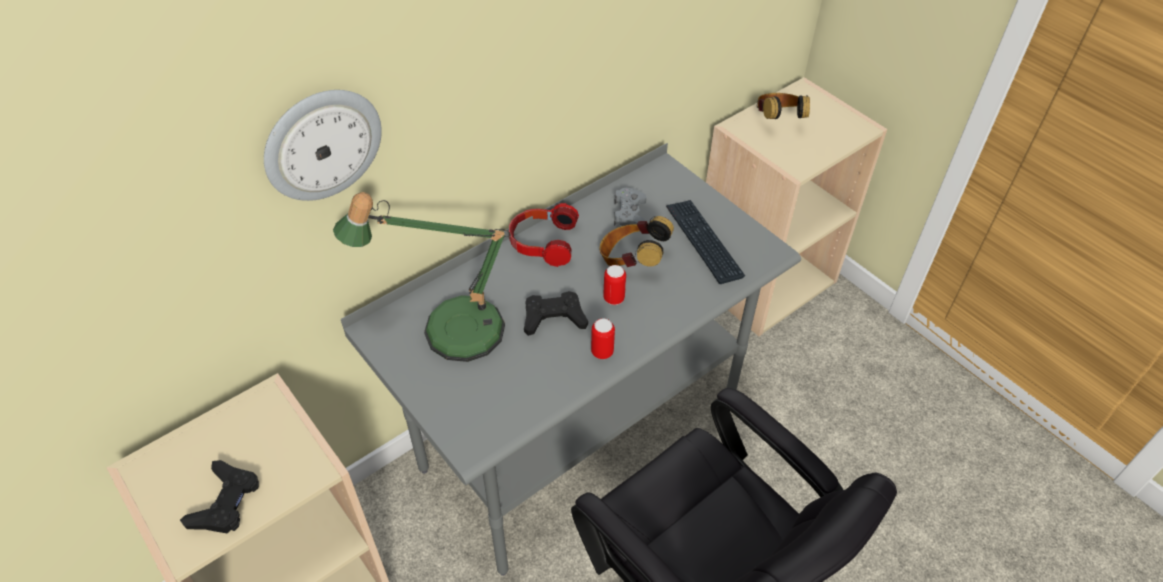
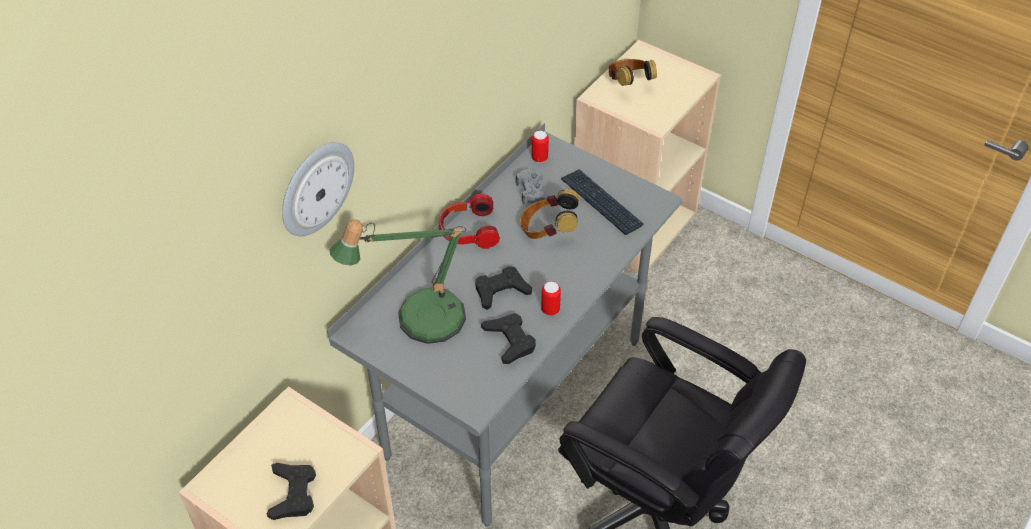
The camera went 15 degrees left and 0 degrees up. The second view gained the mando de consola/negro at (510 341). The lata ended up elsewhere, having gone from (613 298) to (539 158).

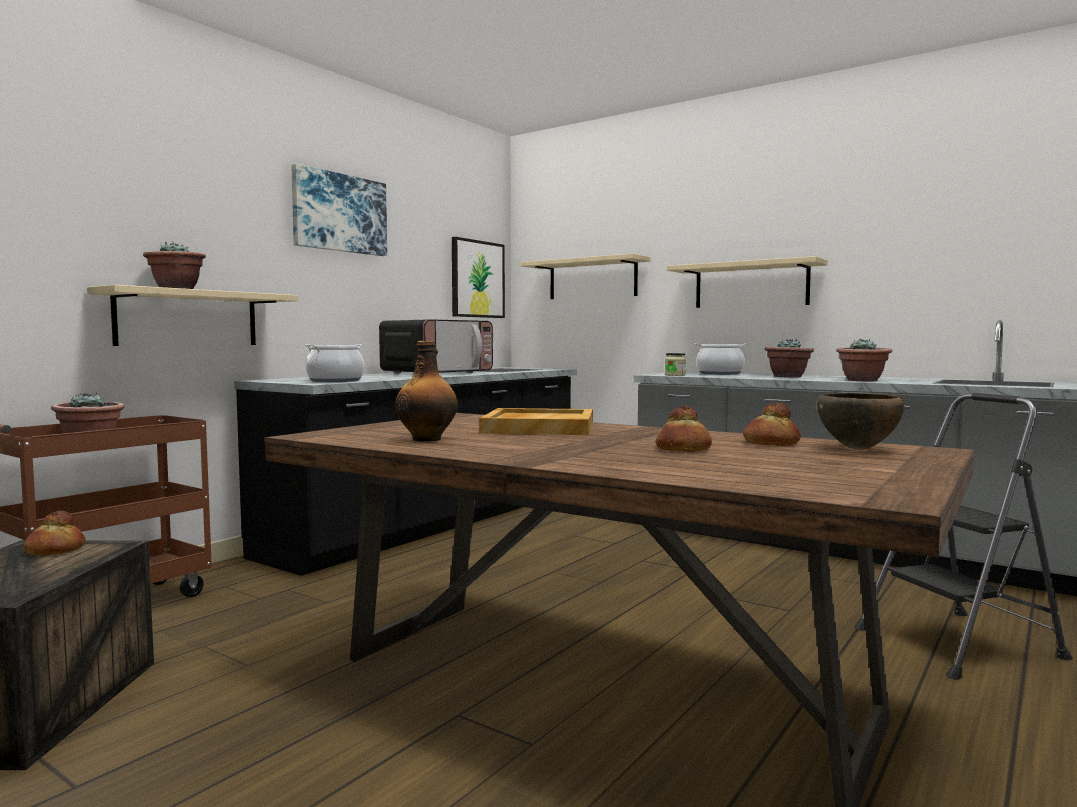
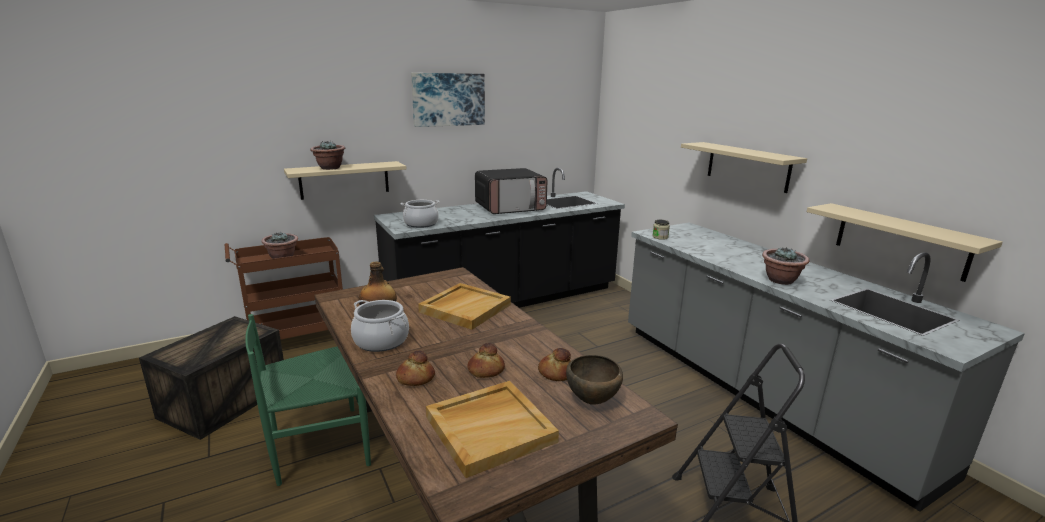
The camera went 25 degrees right and 15 degrees up. The second view gained the silla/verde at (318 447). The olla ended up elsewhere, having gone from (720 373) to (381 341). The pan ended up elsewhere, having gone from (54 550) to (415 378). The second view gained the bandeja/beis at (490 428). The estante/beis ended up elsewhere, having gone from (592 279) to (900 240). The second view lost the cuadro at (477 279). The second view lost the planta en maceta at (788 377).

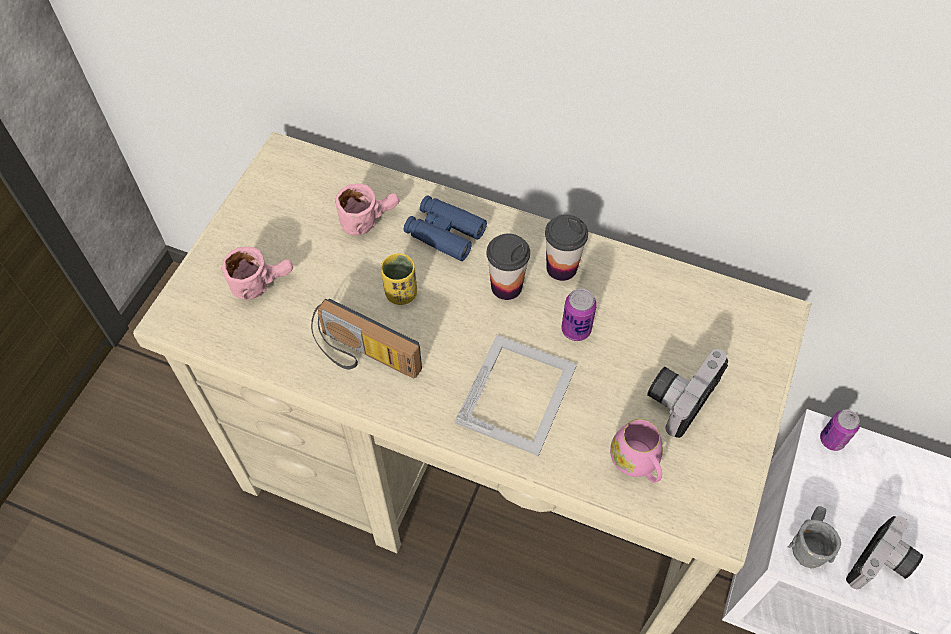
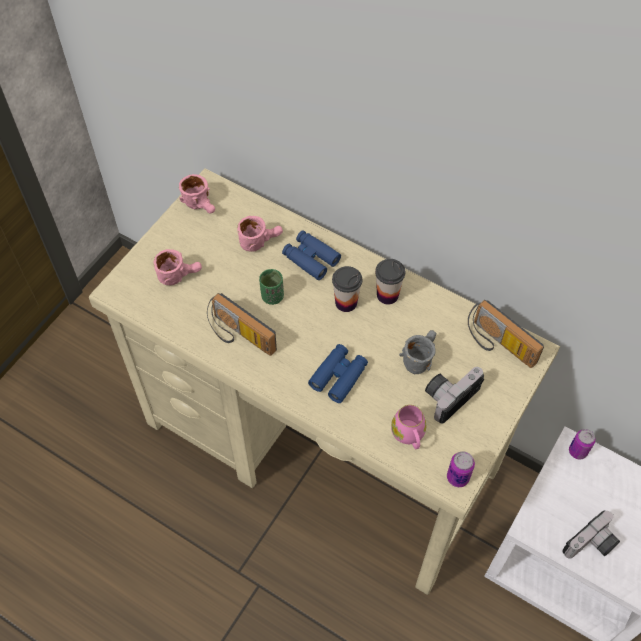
The camera went 10 degrees right and 0 degrees up. The second view gained the taza grande/rosa at (202 205). What was the taza/amarillo at (401 293) turned into the taza/verde at (272 296). Where the portarretratos stood at (518 393), the prismáticos/azul came to stand at (338 376). The taza grande/gris ended up elsewhere, having gone from (807 540) to (419 356). The lata ended up elsewhere, having gone from (576 330) to (457 477). The second view gained the radio at (498 345).

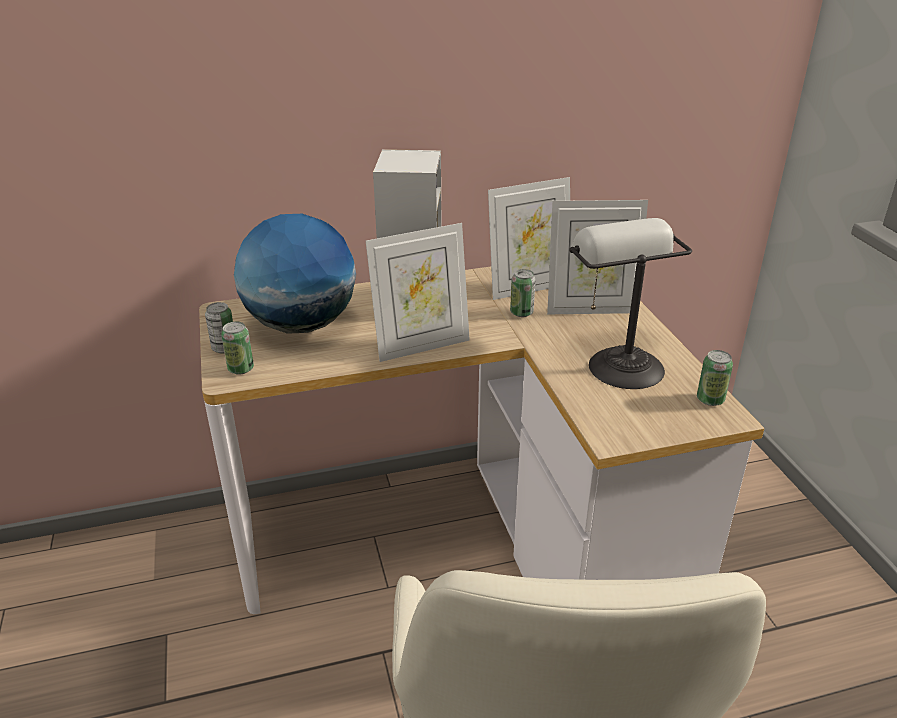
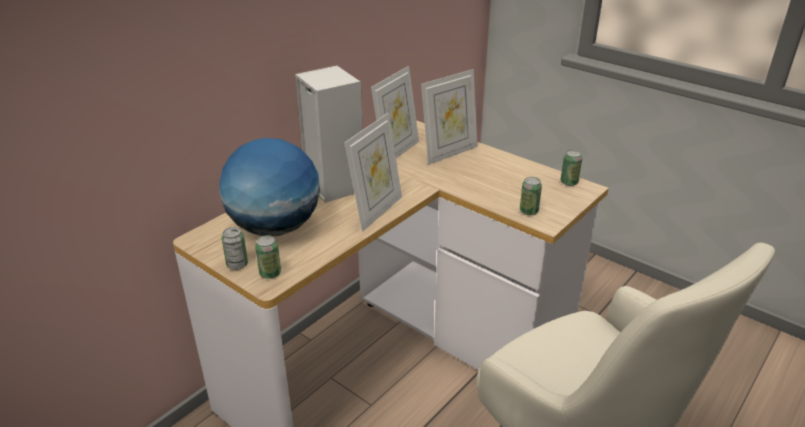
The camera went 35 degrees left and 0 degrees up. The lata ended up elsewhere, having gone from (521 312) to (528 211). The second view lost the lámpara de mesa at (616 359).

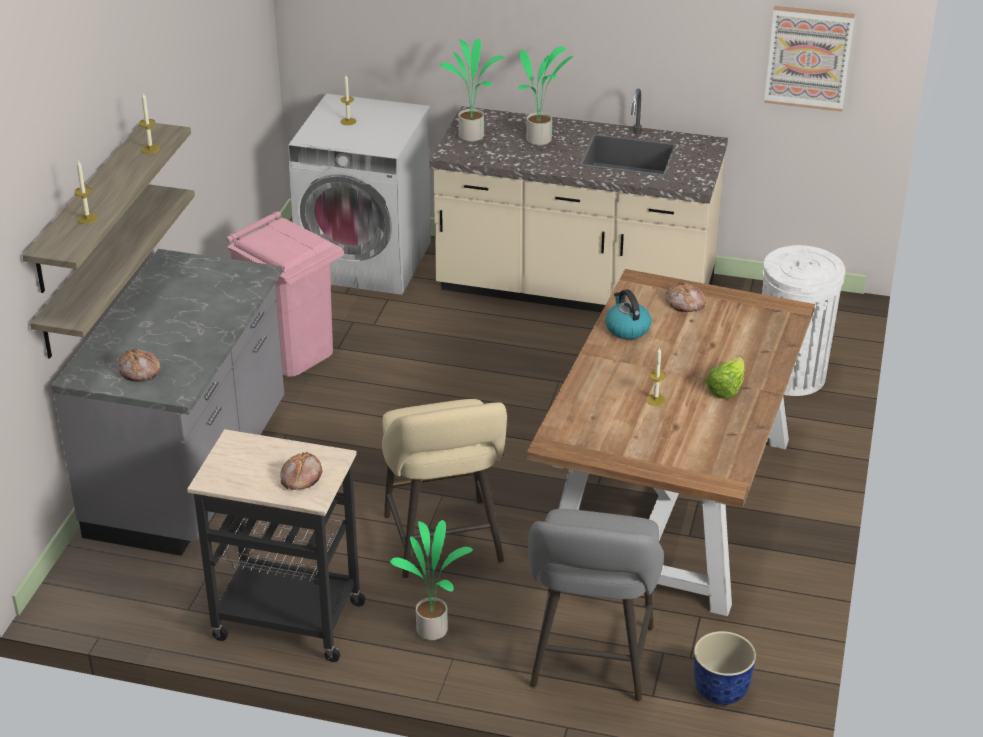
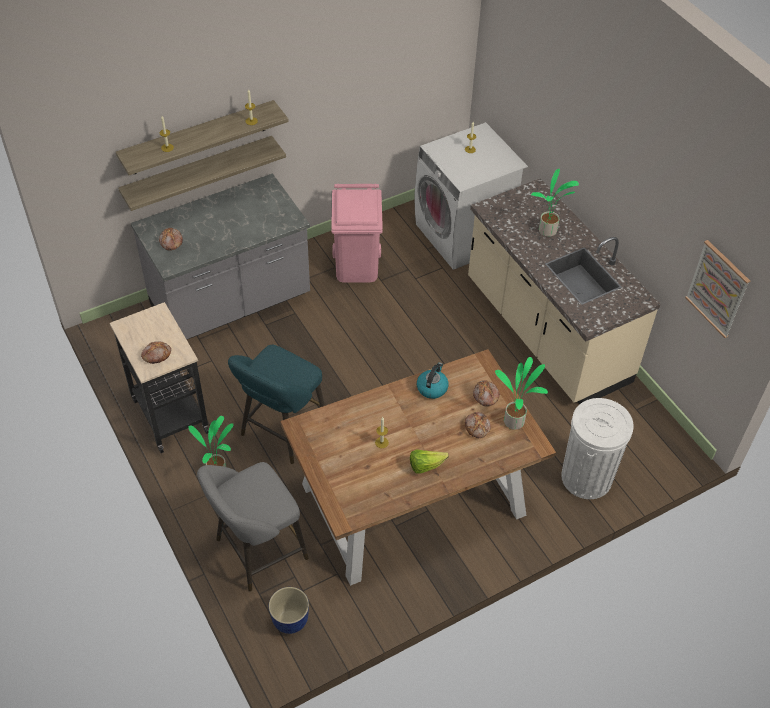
The camera went 45 degrees right and 15 degrees up. What was the taburete/beis at (444 544) turned into the taburete/turquesa at (281 432). The second view gained the pan at (477 427). The planta en maceta ended up elsewhere, having gone from (472 135) to (515 421).

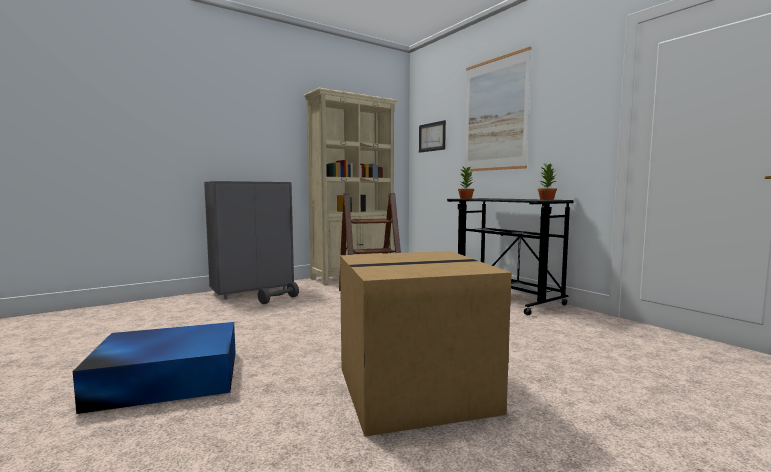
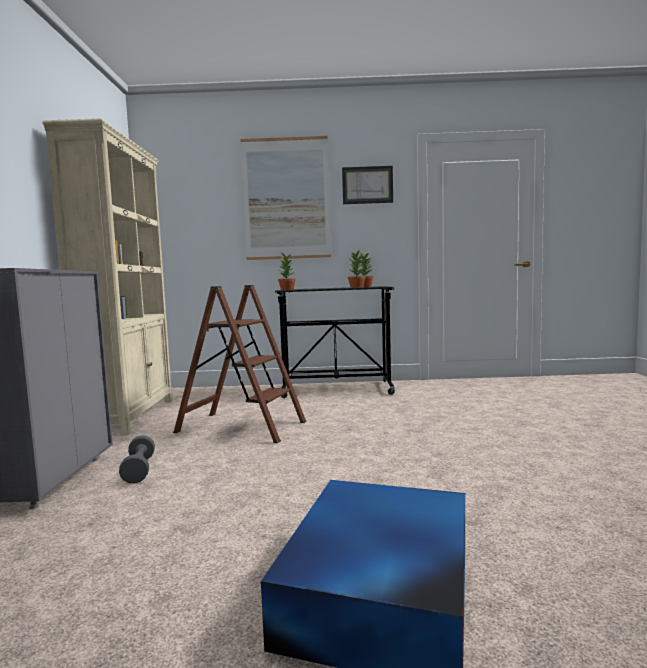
The camera went 55 degrees left and 0 degrees up. The cuadro ended up elsewhere, having gone from (432 137) to (367 185). The second view gained the planta en maceta at (356 287). The second view lost the caja de cartón at (416 388).

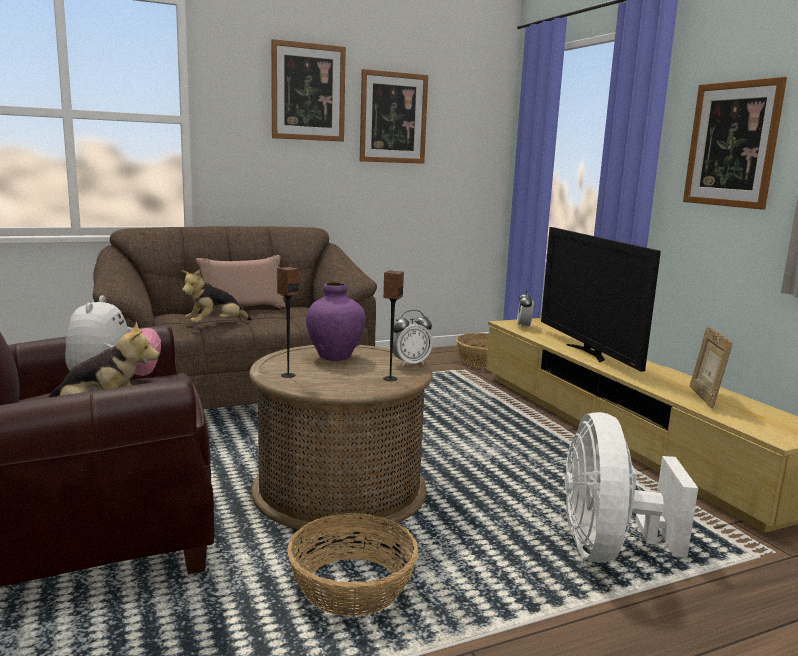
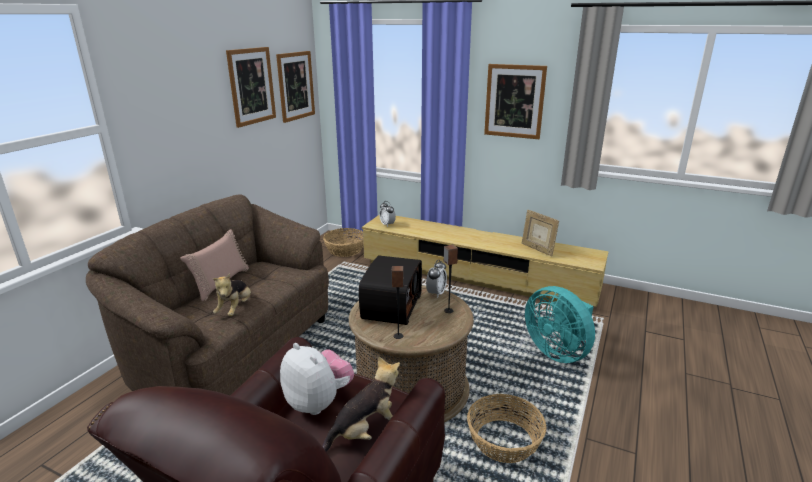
The camera went 40 degrees left and 10 degrees up. The cuadro ended up elsewhere, having gone from (308 92) to (295 86). Where the florero/morado stood at (335 356), the radio came to stand at (390 306). What was the ventilador/blanco at (607 549) turned into the ventilador/turquesa at (558 351). The second view lost the televisor at (588 353).

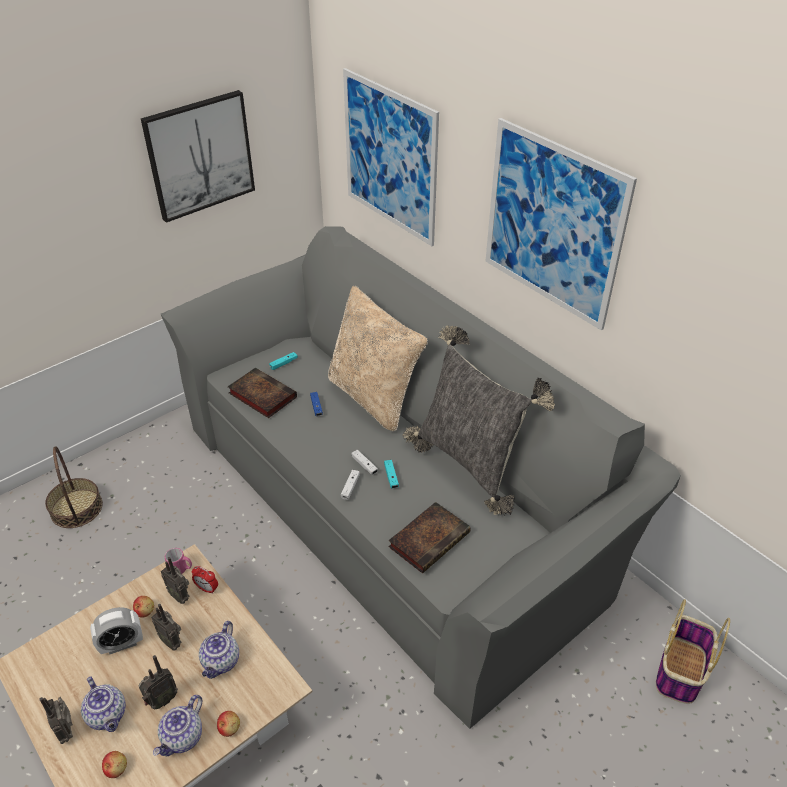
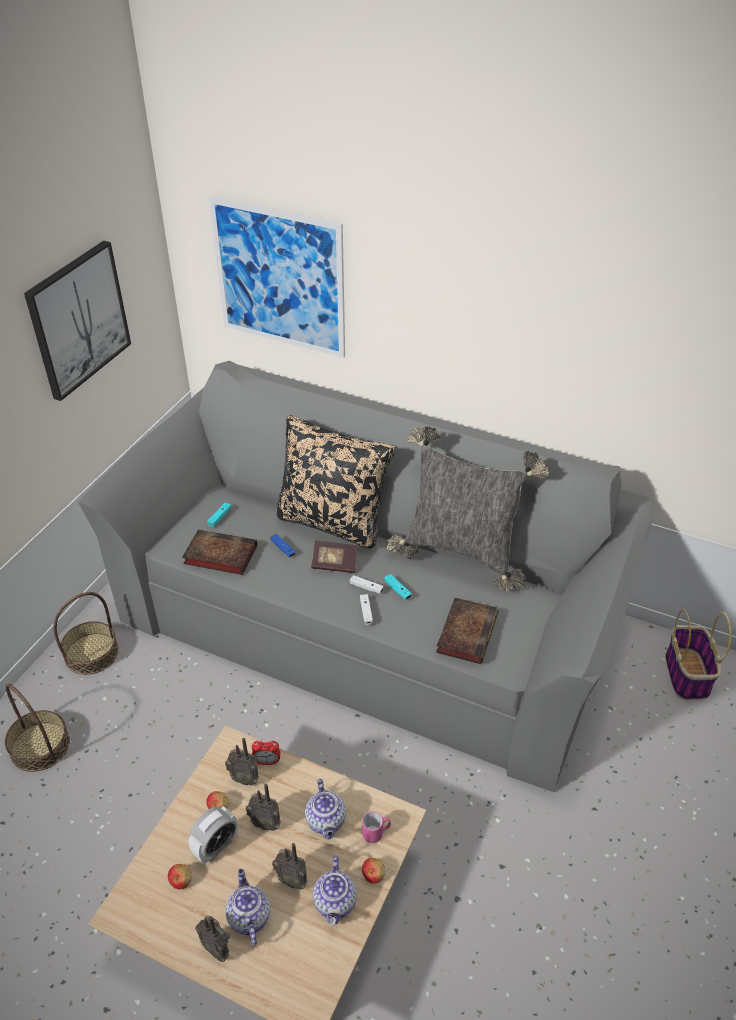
The camera went 25 degrees left and 0 degrees up. The second view gained the cesta at (91 653). The manzana ended up elsewhere, having gone from (116 768) to (181 880). The tetera at (108 715) ended up facing another way, 135 degrees counterclockwise from before. The radio at (161 700) ended up facing another way, 90 degrees clockwise from before. What was the cojín/beis at (373 400) turned into the cojín/negro at (332 525). The second view gained the libro at (334 564). The taza grande/rosa ended up elsewhere, having gone from (181 569) to (376 833). The second view lost the cuadro at (552 224).

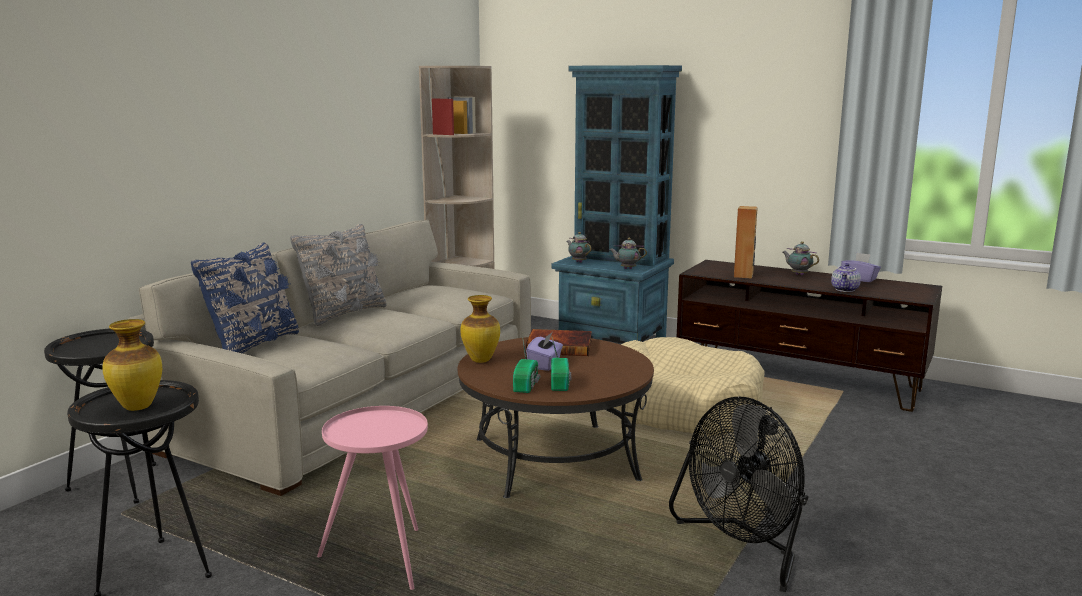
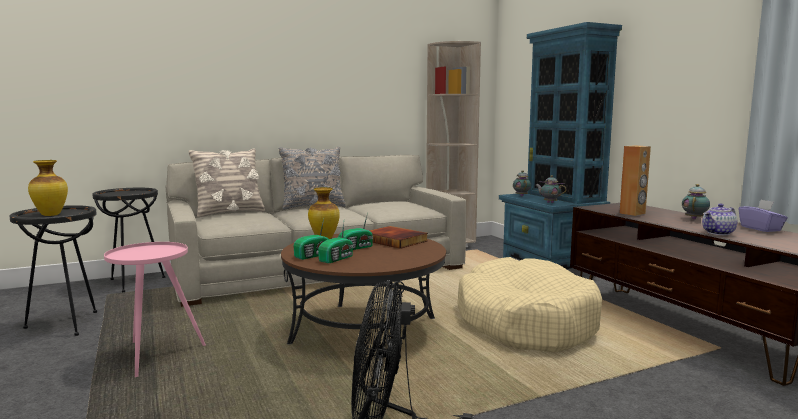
The camera went 35 degrees right and 5 degrees down. What was the cojín/azul at (254 345) turned into the cojín/beis at (229 213). Where the caja de pañuelos/morado stood at (545 365), the radio came to stand at (357 248). The tetera at (798 274) ended up facing another way, 45 degrees clockwise from before.

